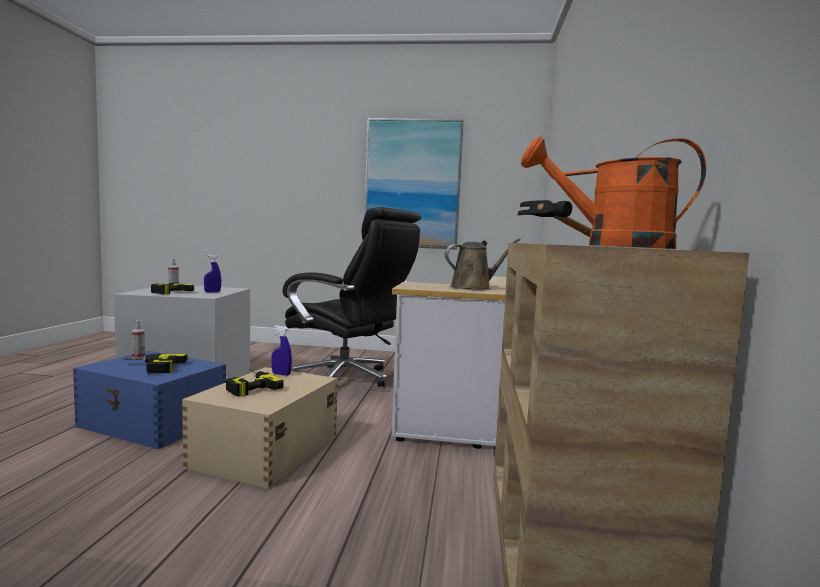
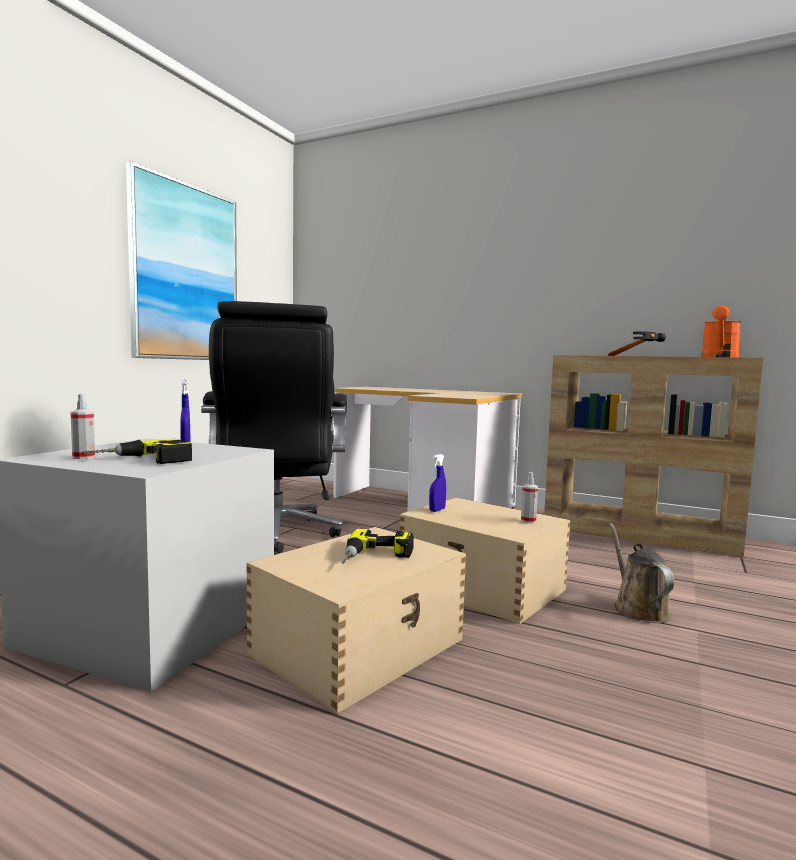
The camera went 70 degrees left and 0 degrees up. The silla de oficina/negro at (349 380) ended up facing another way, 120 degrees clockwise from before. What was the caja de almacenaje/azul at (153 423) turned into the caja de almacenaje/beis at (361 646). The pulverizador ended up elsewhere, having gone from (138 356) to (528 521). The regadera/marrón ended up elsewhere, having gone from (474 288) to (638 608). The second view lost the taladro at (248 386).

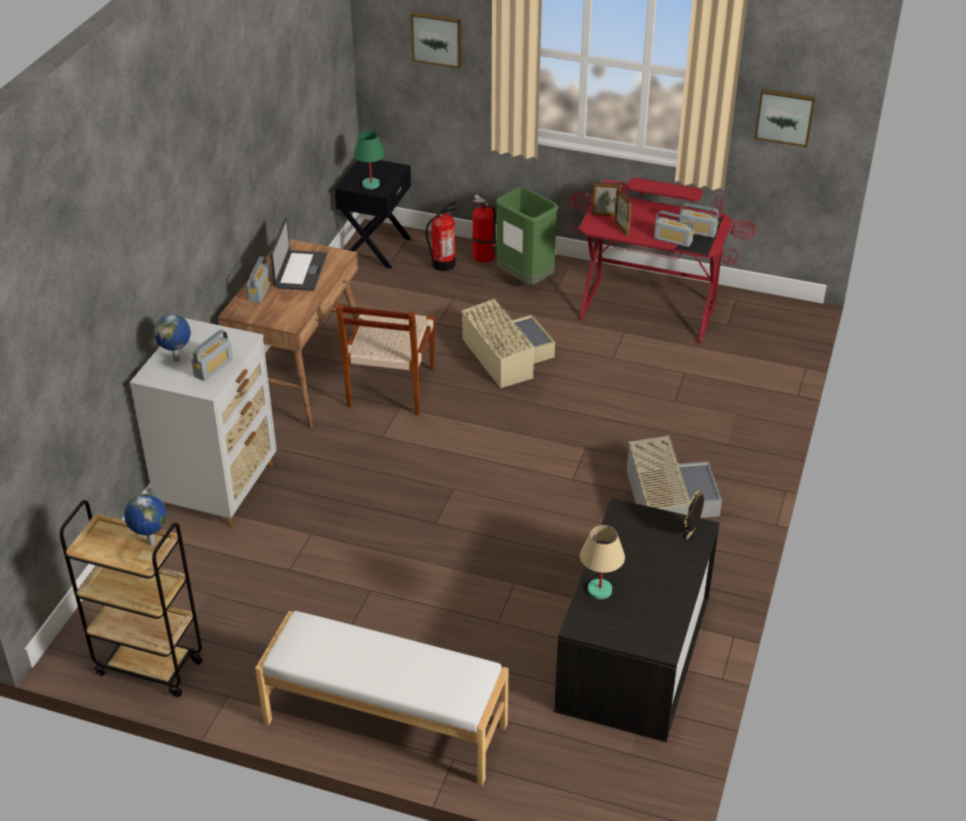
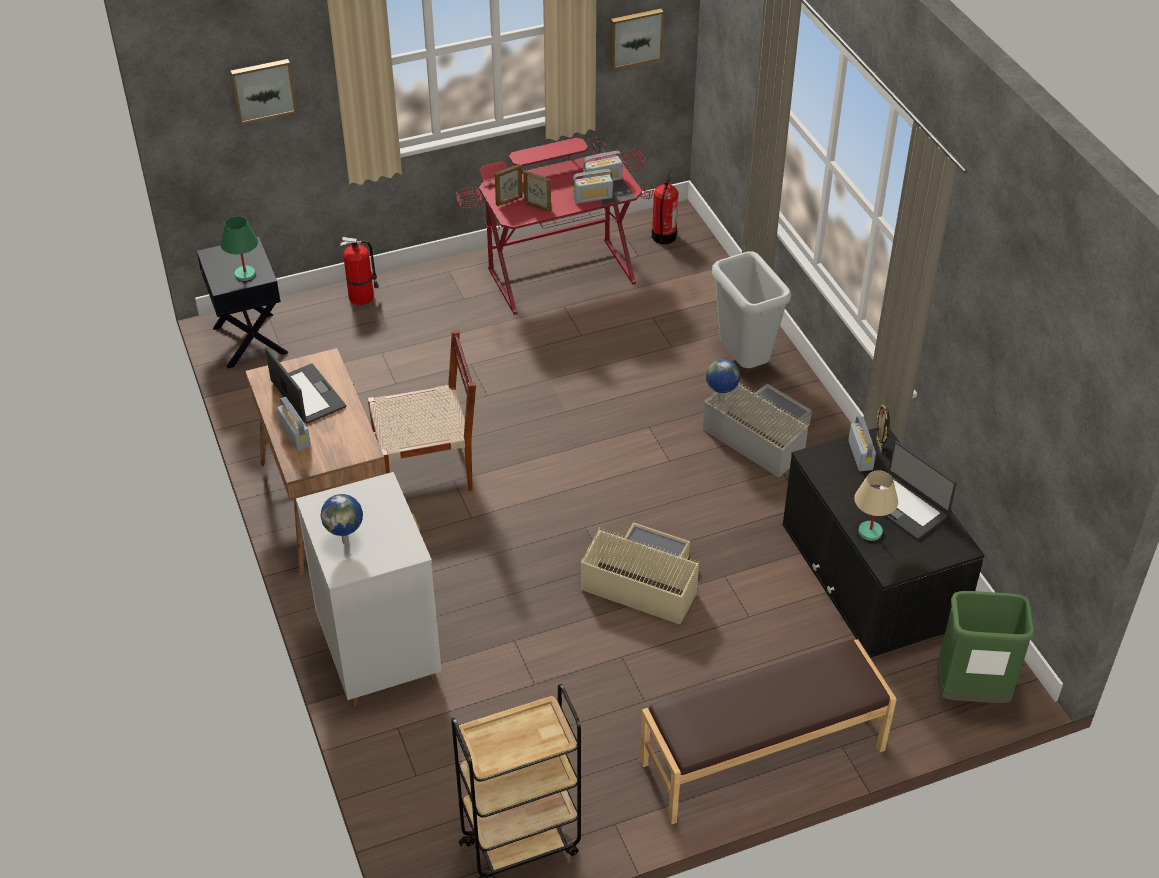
The camera went 40 degrees left and 5 degrees up. The silla at (390 389) ended up facing another way, 75 degrees counterclockwise from before. The caja de almacenaje/beis ended up elsewhere, having gone from (506 354) to (641 581). What was the banco/blanco at (385 725) turned into the banco/marrón at (763 756). The extintor ended up elsewhere, having gone from (443 264) to (663 236). The globo terráqueo ended up elsewhere, having gone from (150 543) to (721 400). The second view gained the papelera/gris at (744 362). The radio ended up elsewhere, having gone from (213 367) to (860 455). The second view gained the portátil at (904 506). The papelera/verde ended up elsewhere, having gone from (524 280) to (970 692).

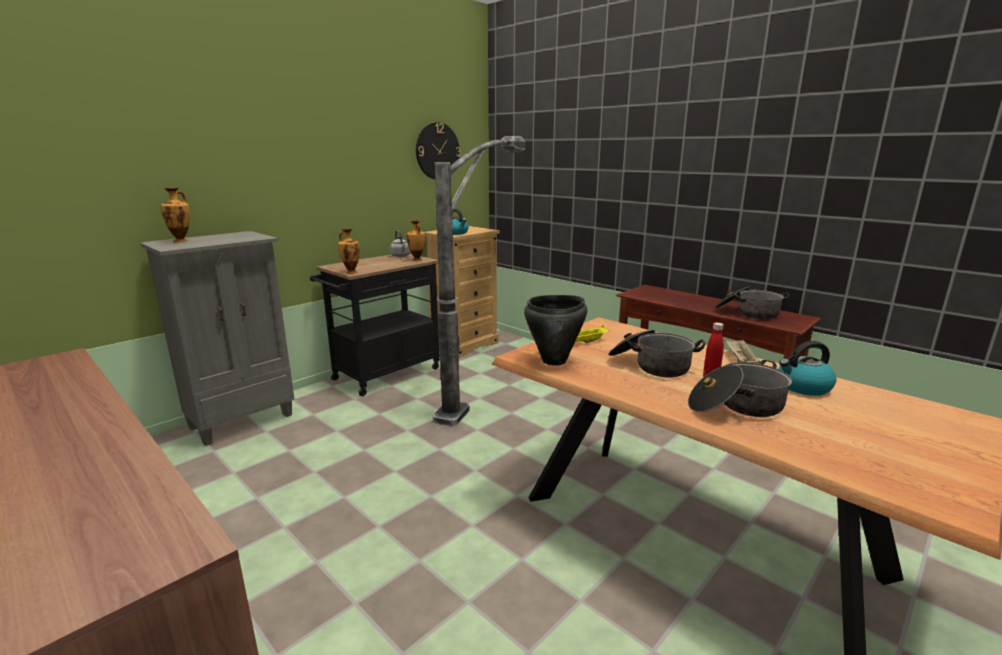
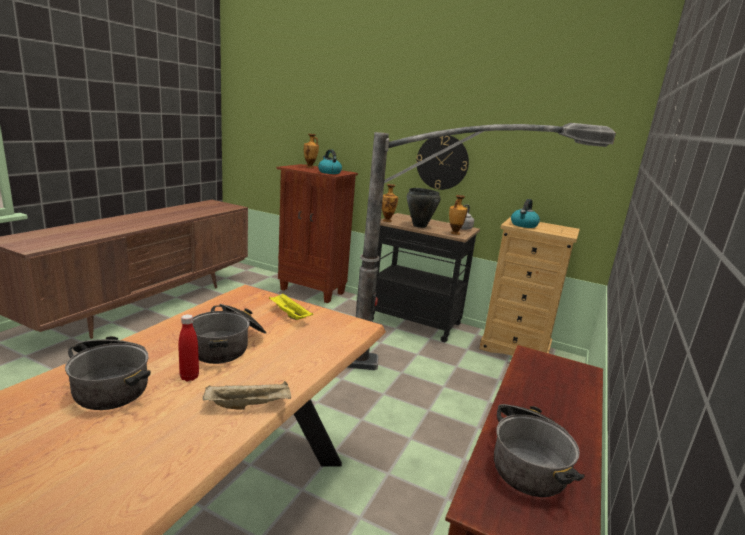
The camera went 70 degrees right and 0 degrees up. What was the armario/gris at (242 422) turned into the armario/marrón at (311 292). The hervidor ended up elsewhere, having gone from (803 387) to (329 172). The olla/negro ended up elsewhere, having gone from (554 361) to (419 226). The reloj de pared ended up elsewhere, having gone from (437 151) to (442 162).

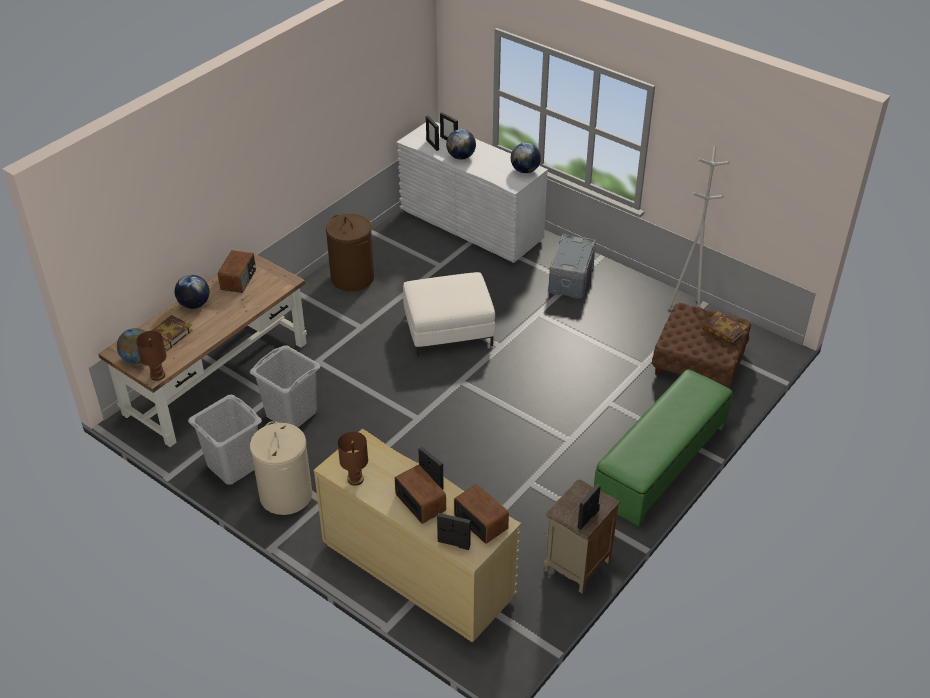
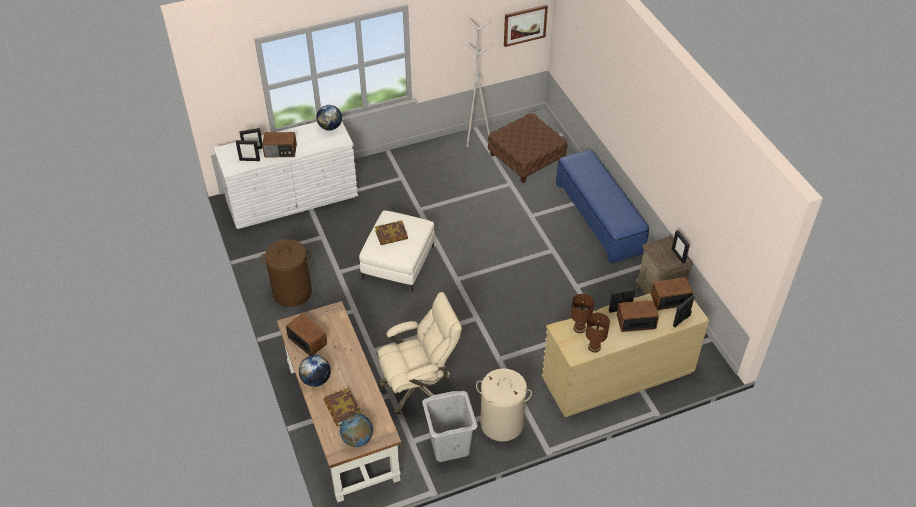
The camera went 60 degrees left and 5 degrees up. Where the globo terráqueo stood at (461 157), the radio came to stand at (280 151). The libro ended up elsewhere, having gone from (724 331) to (391 235). Where the cesto de la ropa/gris stood at (291 414), the silla de oficina/beis came to stand at (419 389). The second view gained the cuadro at (525 25). What was the banco/verde at (661 462) turned into the banco/azul at (599 217). The lámpara de mesa/marrón ended up elsewhere, having gone from (158 375) to (579 328). The second view lost the caja de almacenaje/gris at (571 279).

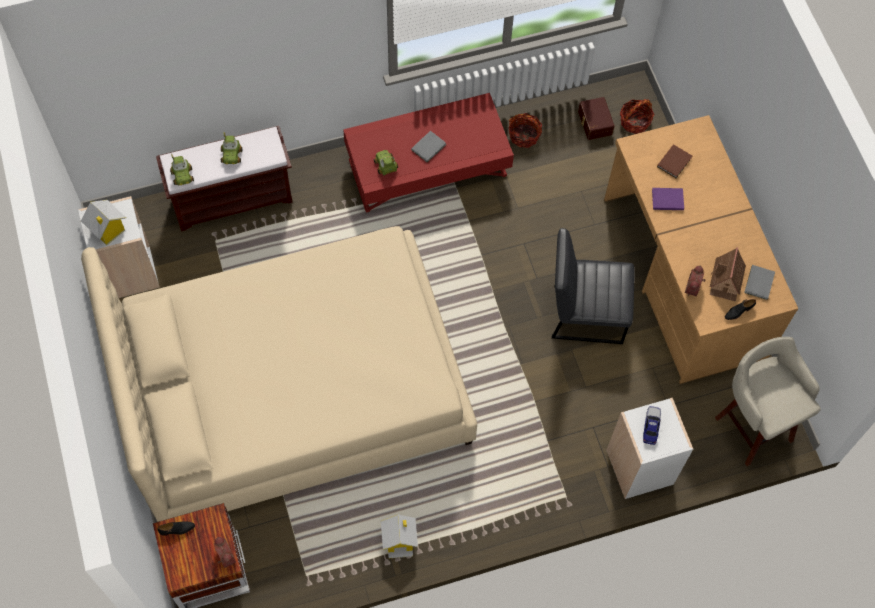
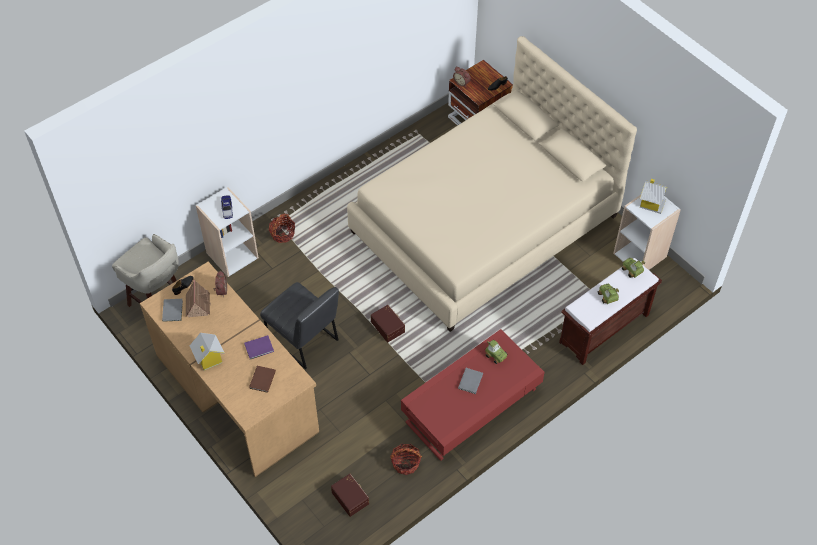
The camera went 160 degrees right and 10 degrees down. The casita ended up elsewhere, having gone from (400 541) to (208 359). The silla/gris at (585 313) ended up facing another way, 60 degrees clockwise from before. The cesta ended up elsewhere, having gone from (634 122) to (282 234). The second view gained the caja de almacenaje/marrón at (388 326).

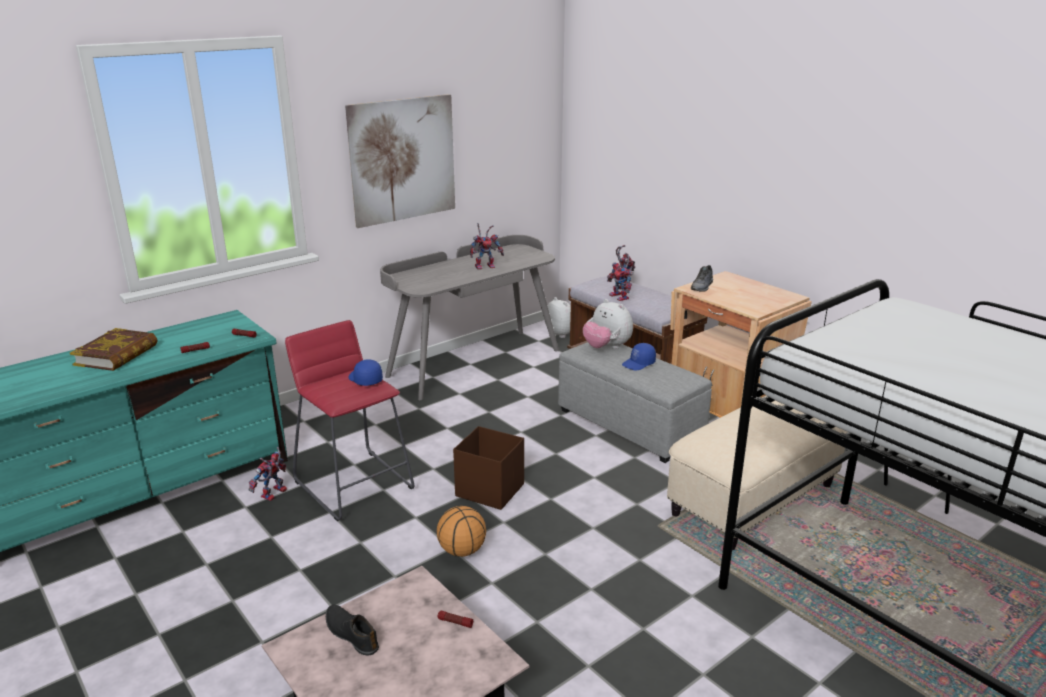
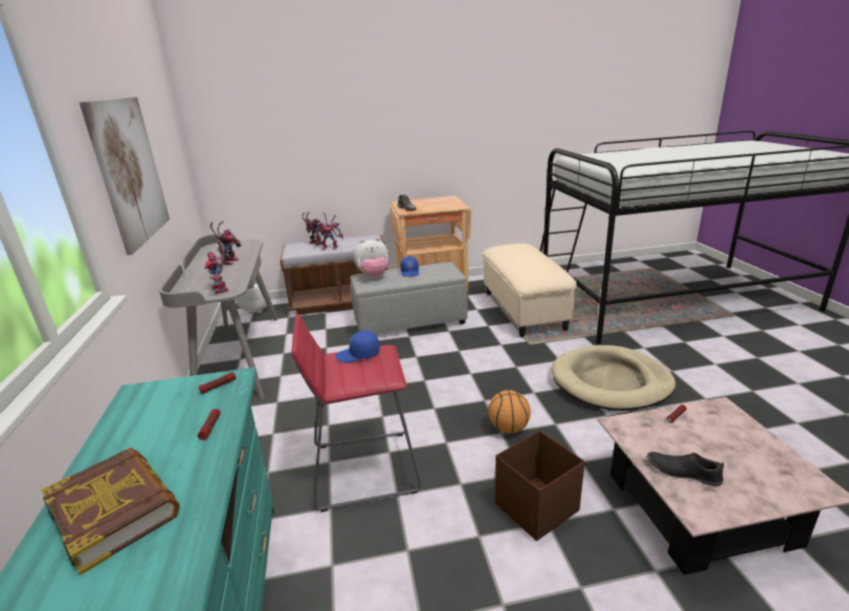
The camera went 60 degrees left and 0 degrees up. The robot de juguete ended up elsewhere, having gone from (273 495) to (222 289). The caja de almacenaje/marrón ended up elsewhere, having gone from (489 490) to (535 508). The second view gained the cama para perro/beis at (611 382). The zapato/negro at (352 633) ended up facing another way, 45 degrees clockwise from before.

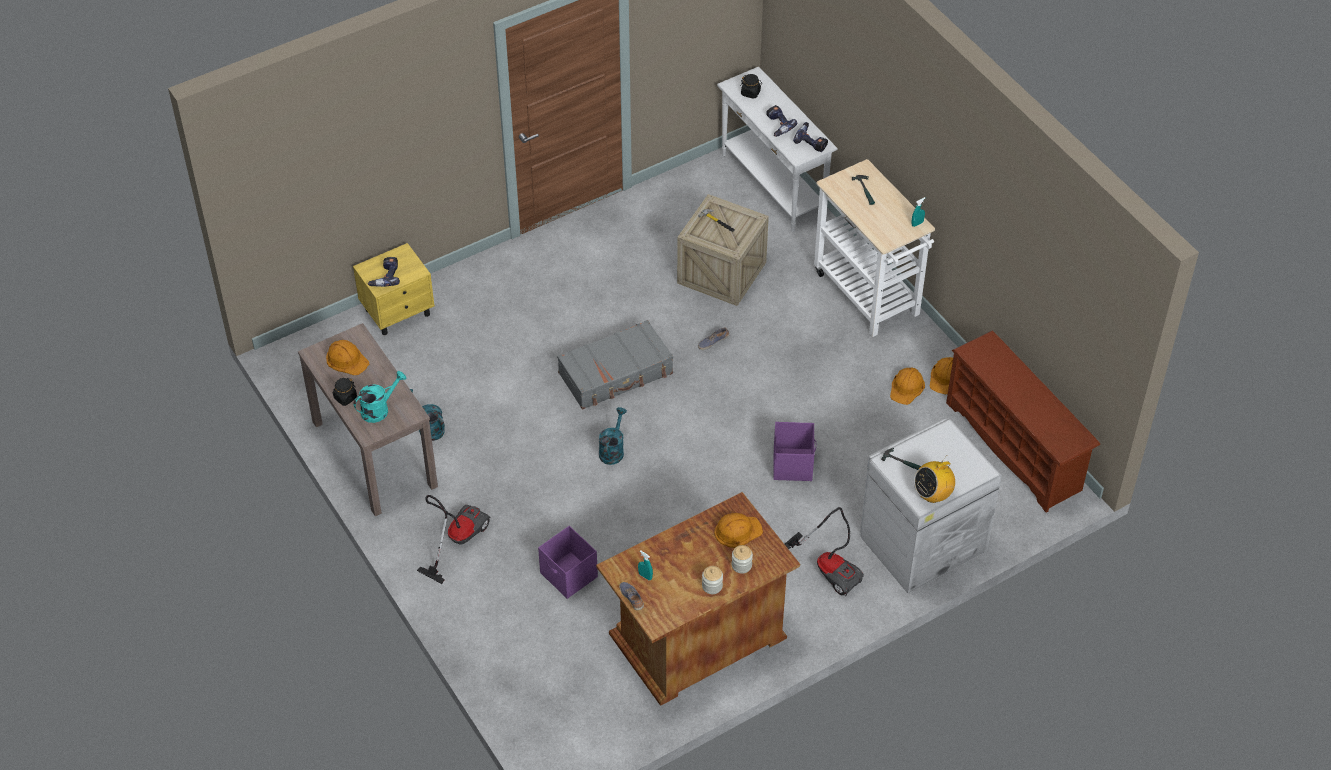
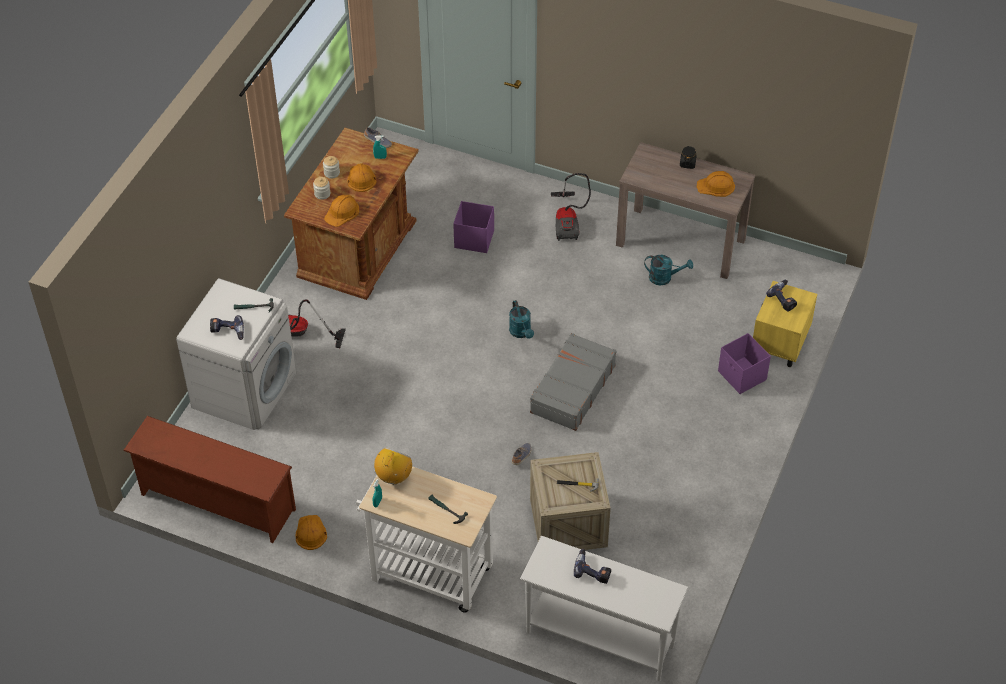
The camera went 145 degrees right and 0 degrees up. The taladro ended up elsewhere, having gone from (812 141) to (227 332). The casco/naranja ended up elsewhere, having gone from (907 387) to (361 178). The radio ended up elsewhere, having gone from (932 494) to (394 477). The caja de almacenaje/morado ended up elsewhere, having gone from (793 464) to (742 376). The second view lost the regadera/turquesa at (379 409). The second view lost the tarro/negro at (750 93).

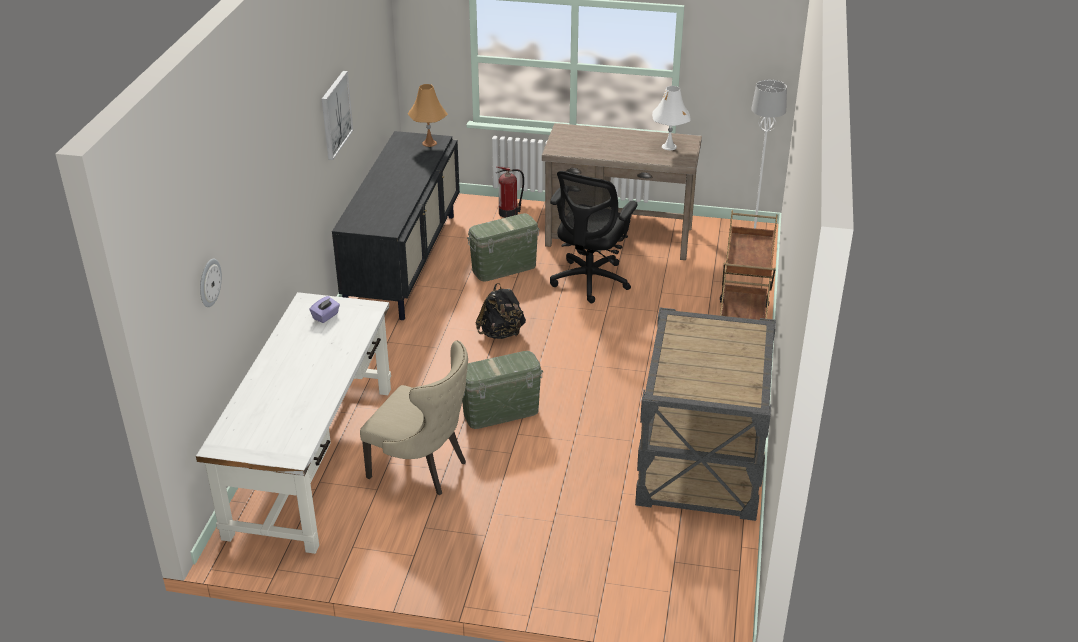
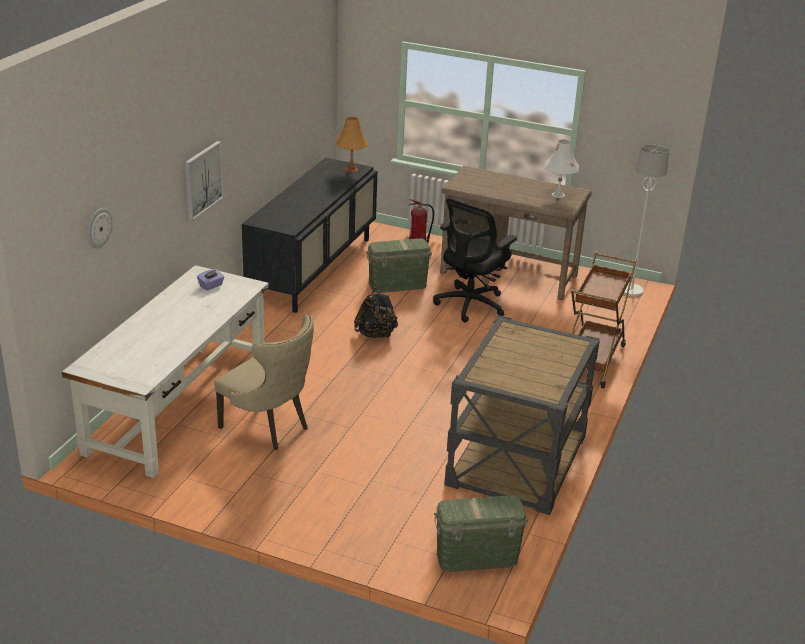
The camera went 10 degrees right and 5 degrees down. The cuadro ended up elsewhere, having gone from (335 114) to (203 180). The caja de almacenaje/verde ended up elsewhere, having gone from (500 412) to (476 557).

